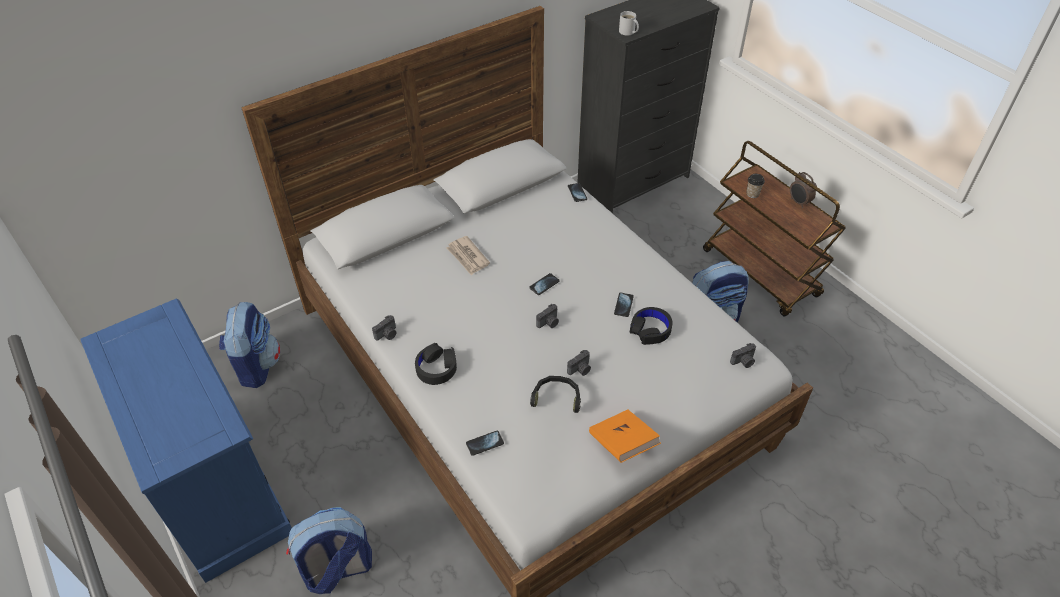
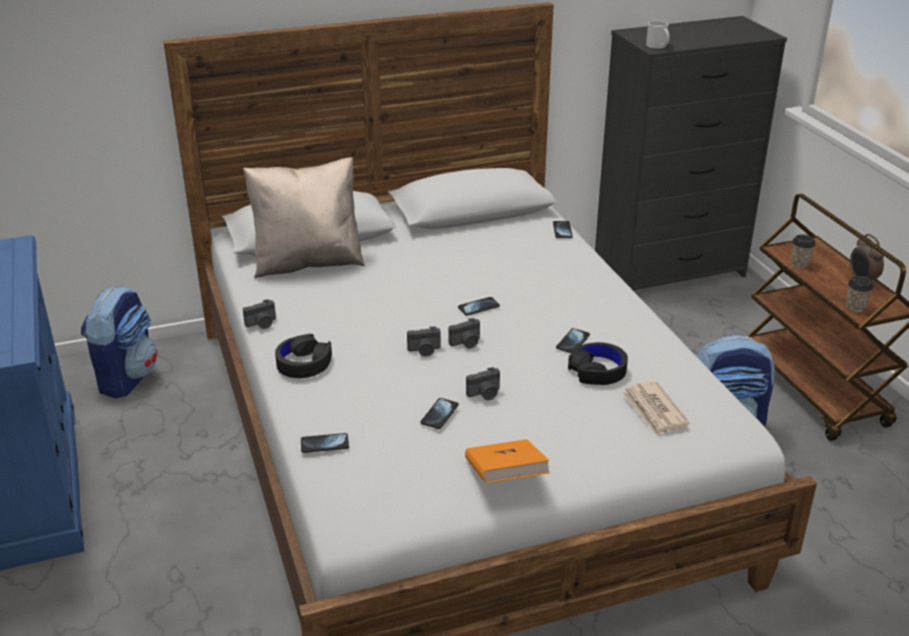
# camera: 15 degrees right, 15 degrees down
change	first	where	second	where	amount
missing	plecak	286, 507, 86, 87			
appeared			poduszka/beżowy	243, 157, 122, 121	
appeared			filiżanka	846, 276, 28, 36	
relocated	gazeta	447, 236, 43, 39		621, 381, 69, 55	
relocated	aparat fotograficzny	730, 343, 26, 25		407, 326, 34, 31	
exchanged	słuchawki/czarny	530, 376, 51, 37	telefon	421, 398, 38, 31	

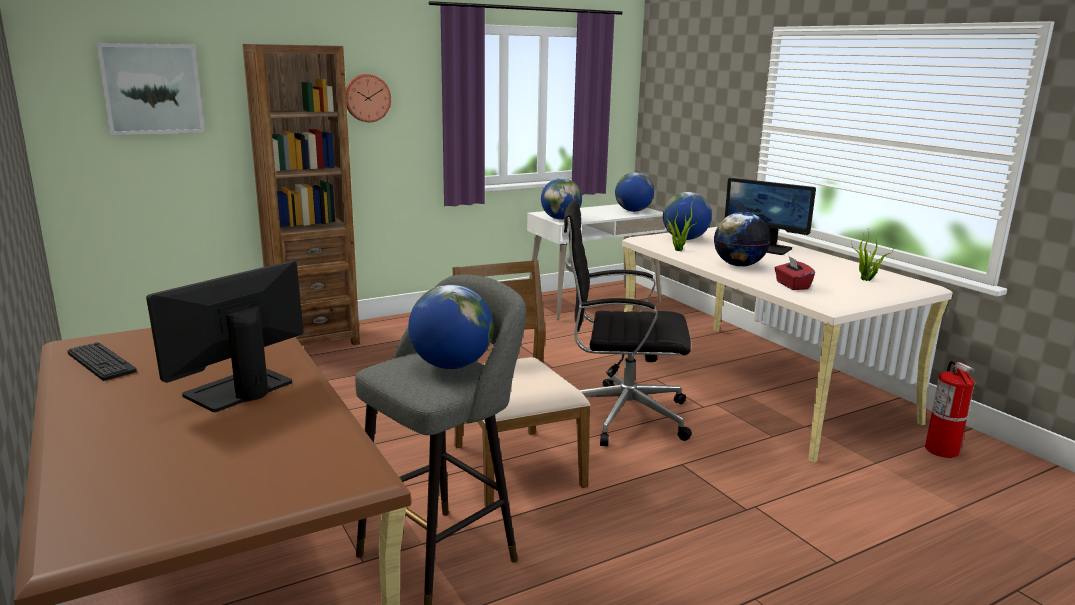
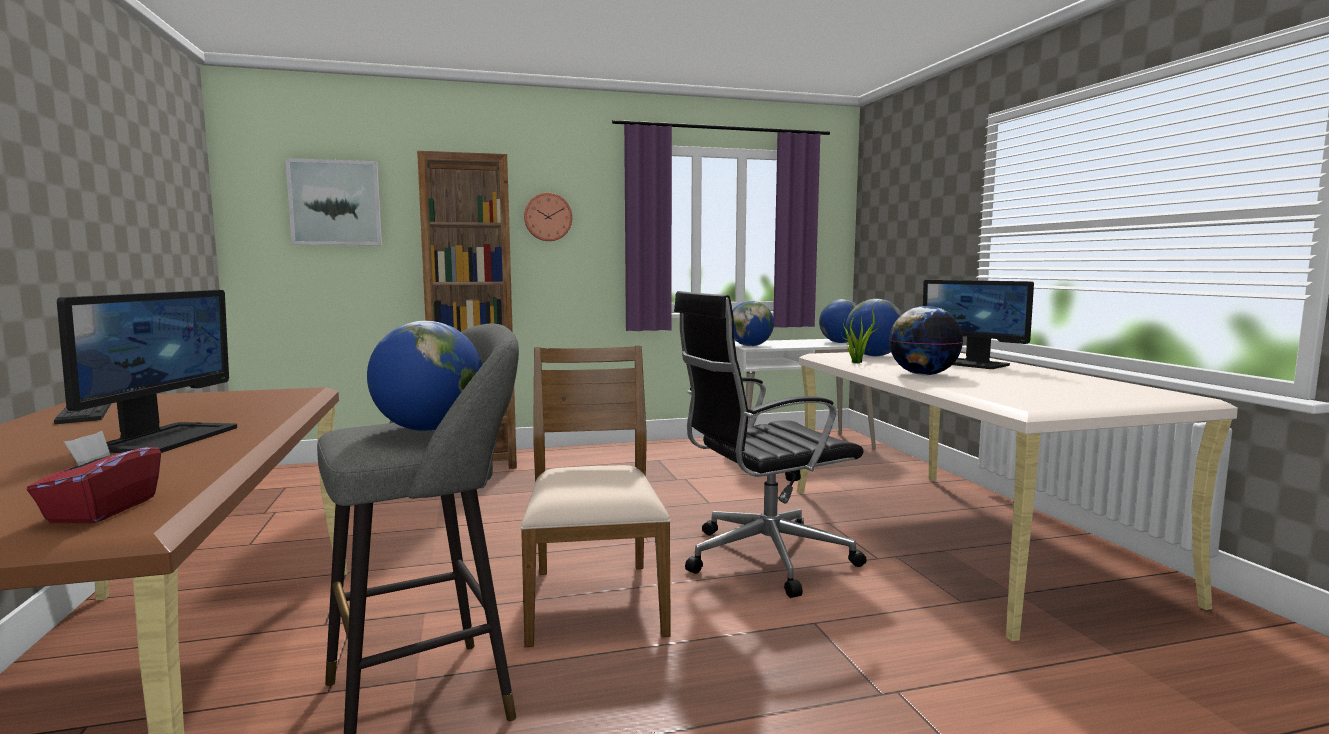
# camera: 15 degrees right, 10 degrees down
change	first	where	second	where	amount
missing	roślina doniczkowa	852, 229, 41, 52			
missing	gaśnica	925, 361, 50, 97			
relocated	pudełko chusteczek/czerwony	775, 256, 40, 34		27, 431, 134, 92	
spun	monitor	146, 261, 158, 151		57, 290, 180, 163	135 degrees clockwise
spun	krzesło biurowe/czarny	564, 199, 128, 247		674, 291, 193, 307	45 degrees counterclockwise

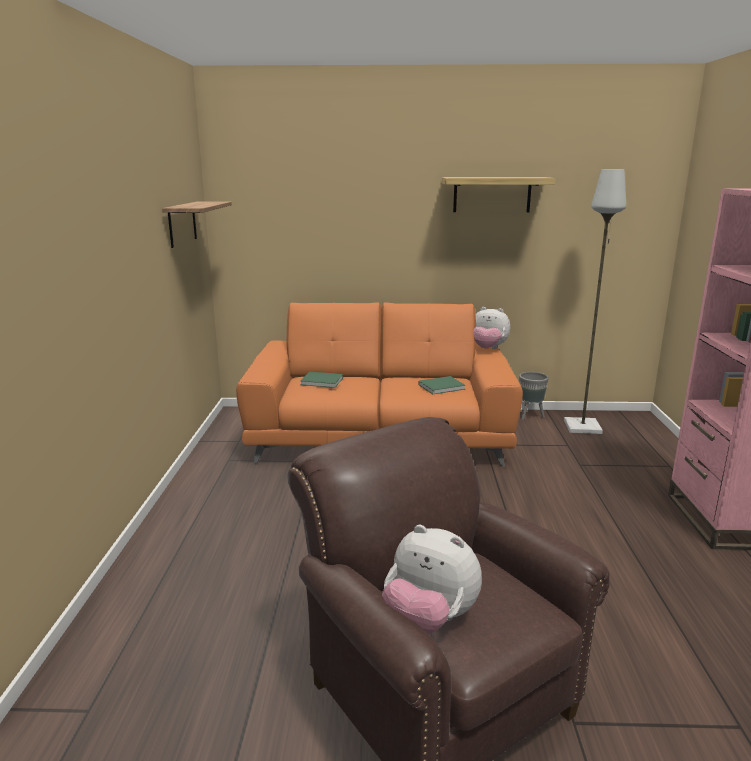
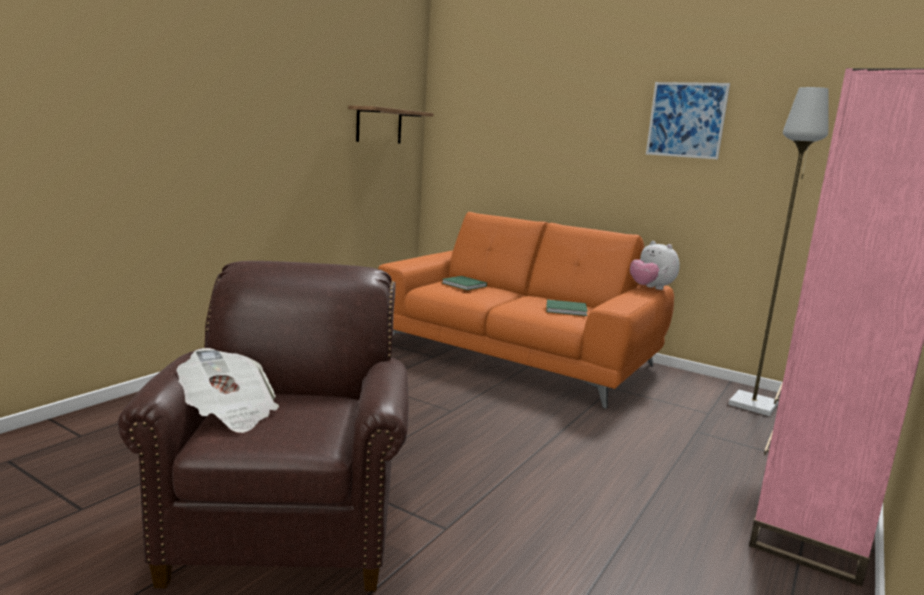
# camera: 30 degrees right, 5 degrees down
change	first	where	second	where	amount
missing	donica/szary	519, 372, 30, 48			
exchanged	pluszak	382, 525, 100, 109	gazeta	176, 348, 103, 85	
exchanged	półka	442, 177, 113, 35	obraz	646, 82, 84, 78	

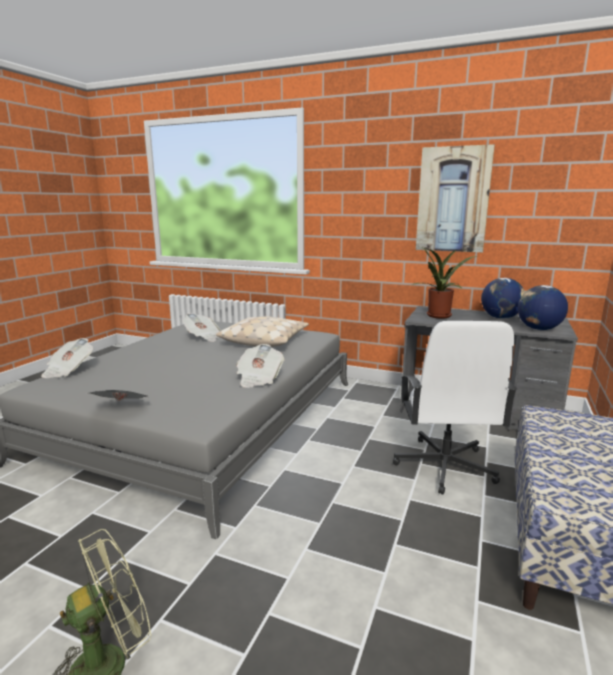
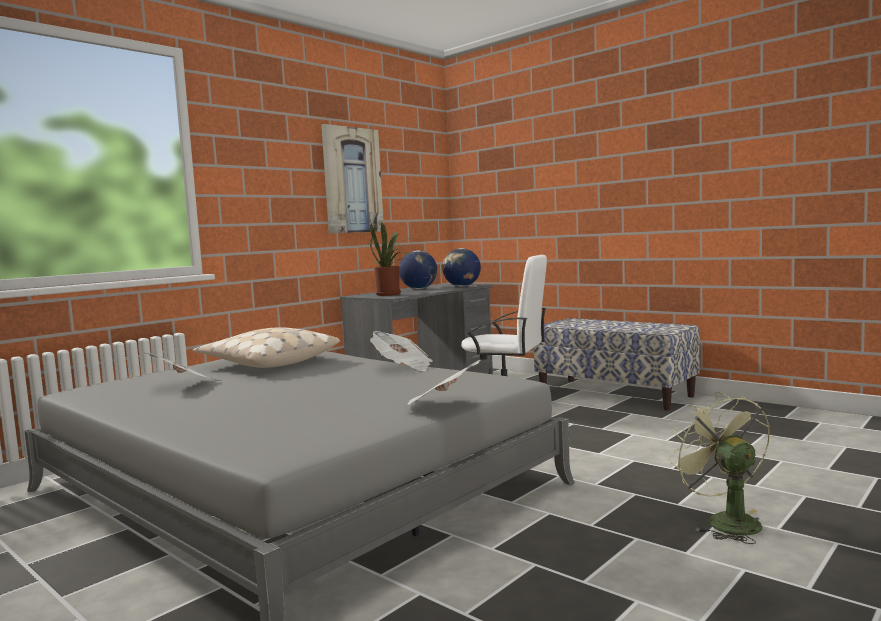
# camera: 70 degrees left, 10 degrees down
change	first	where	second	where	amount
missing	gazeta	41, 338, 52, 40			

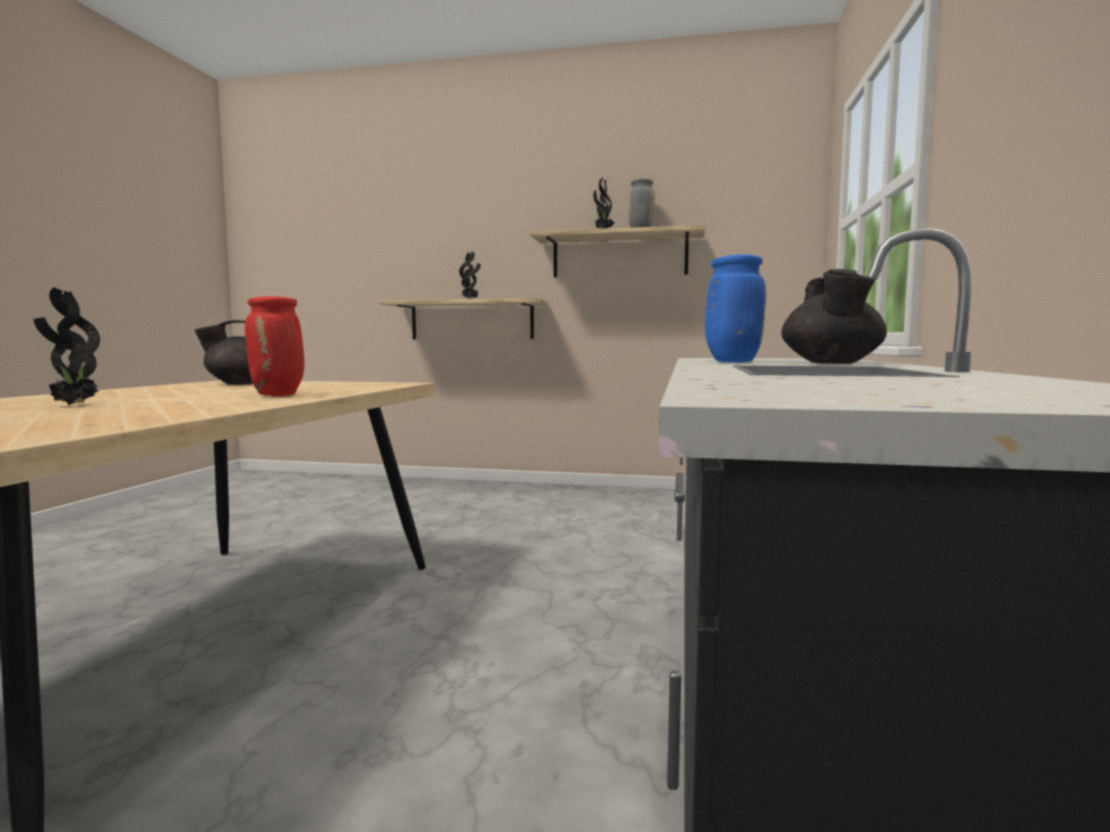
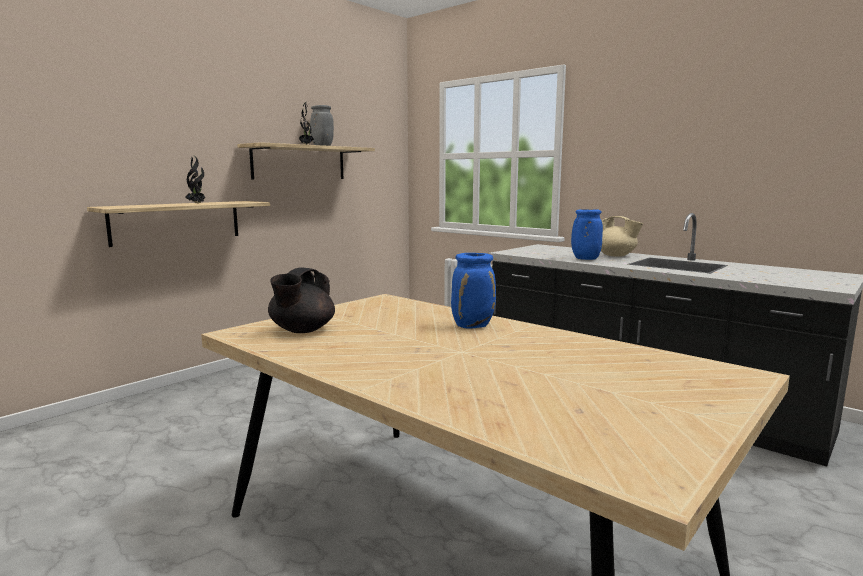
# camera: 60 degrees left, 5 degrees up
change	first	where	second	where	amount
missing	roślina doniczkowa	34, 287, 66, 118			
colour	wazon/czerwony	245, 296, 59, 100	wazon/niebieski	451, 253, 45, 75	
colour	imbryk/czarny	781, 269, 106, 95	imbryk/beżowy	601, 216, 42, 41	

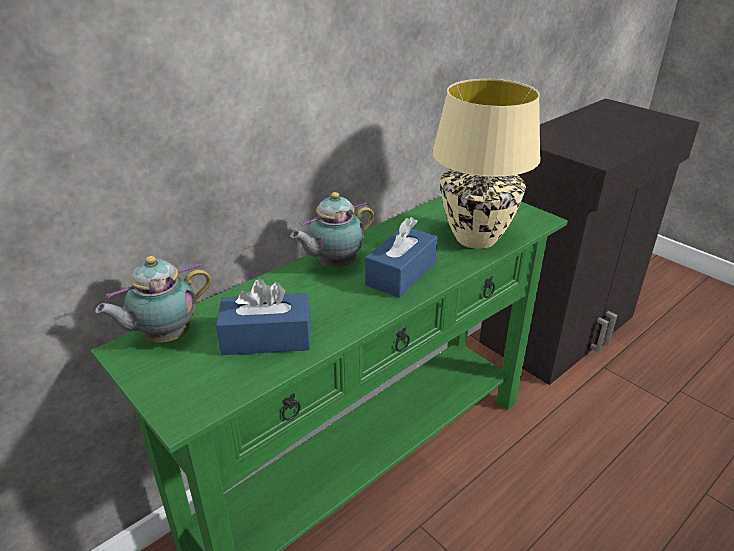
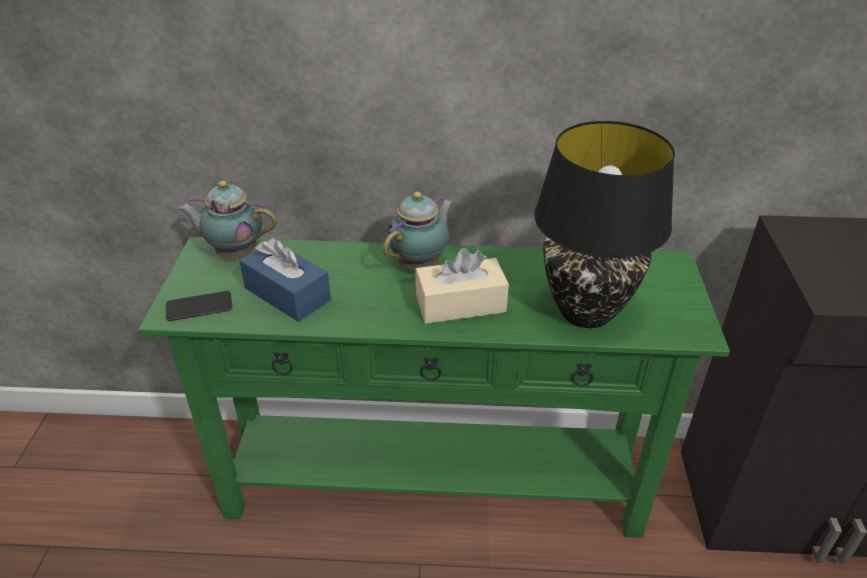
# camera: 45 degrees right, 5 degrees up
change	first	where	second	where	amount
appeared			telefon	166, 291, 66, 30	
colour	pudełko chusteczek/niebieski	365, 217, 73, 81	pudełko chusteczek/beżowy	415, 248, 94, 76	
colour	lampa stołowa/beżowy	432, 79, 109, 170	lampa stołowa/czarny	534, 121, 141, 207	
spun	imbryk	291, 192, 83, 75		383, 192, 71, 78	120 degrees clockwise

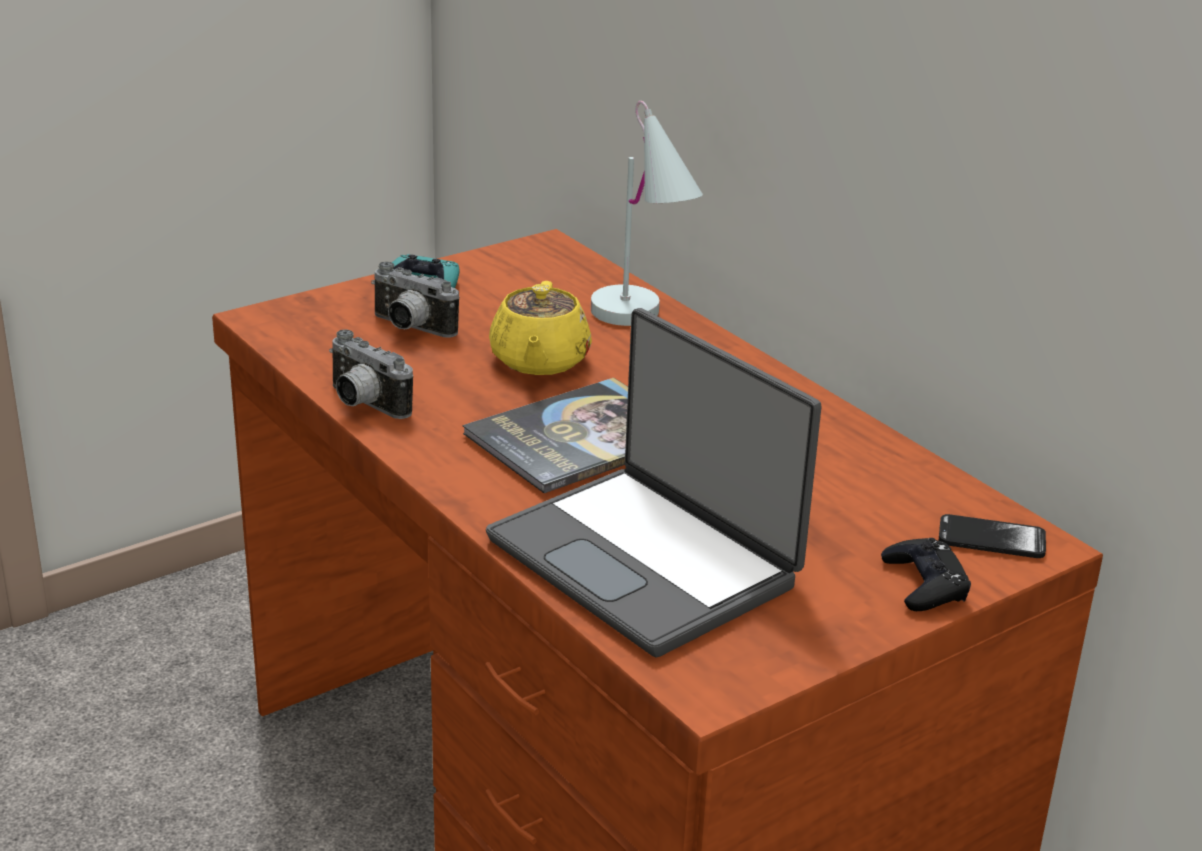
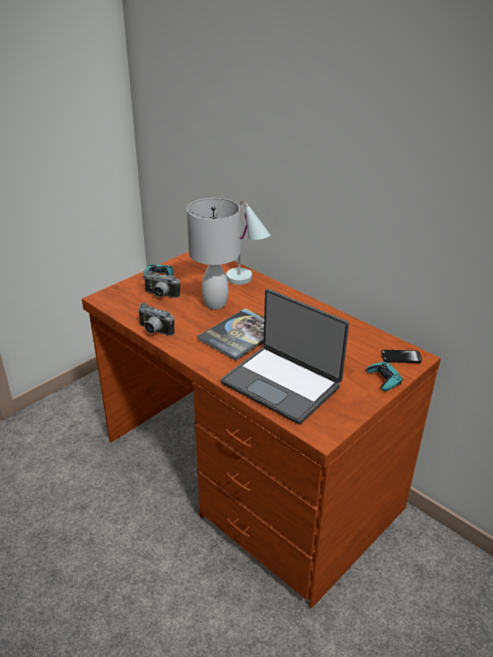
# camera: 10 degrees left, 5 degrees up
change	first	where	second	where	amount
exchanged	imbryk/żółty	489, 281, 103, 94	lampa stołowa/biały	187, 198, 53, 112	
colour	pad do gier/czarny	881, 538, 90, 73	pad do gier/turkusowy	366, 362, 37, 29	

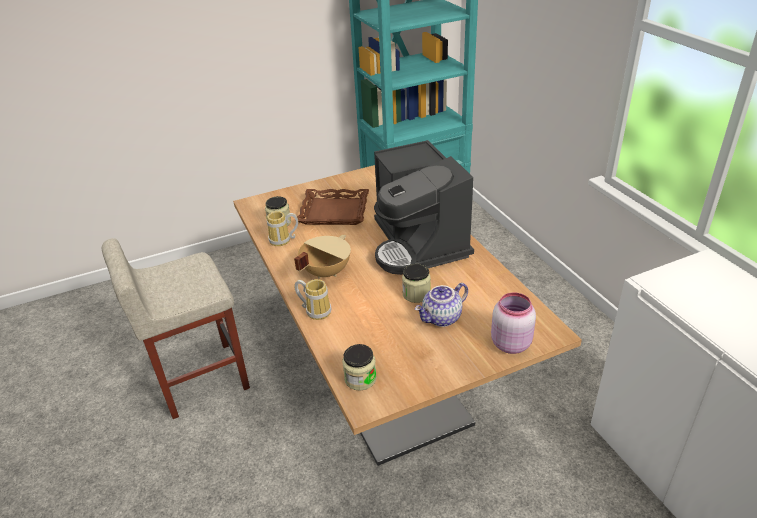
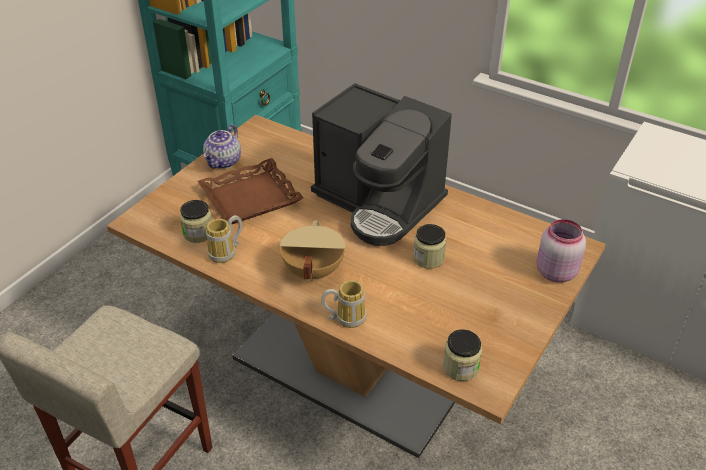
# camera: 35 degrees left, 5 degrees up
change	first	where	second	where	amount
relocated	imbryk	415, 283, 53, 44		203, 124, 38, 45	

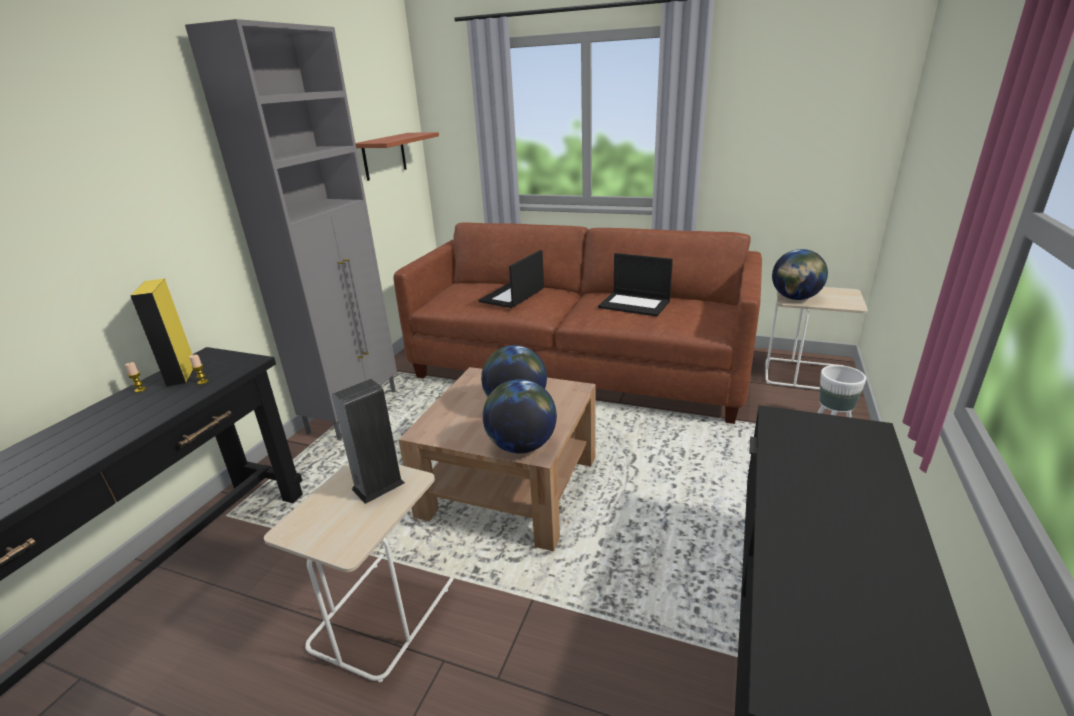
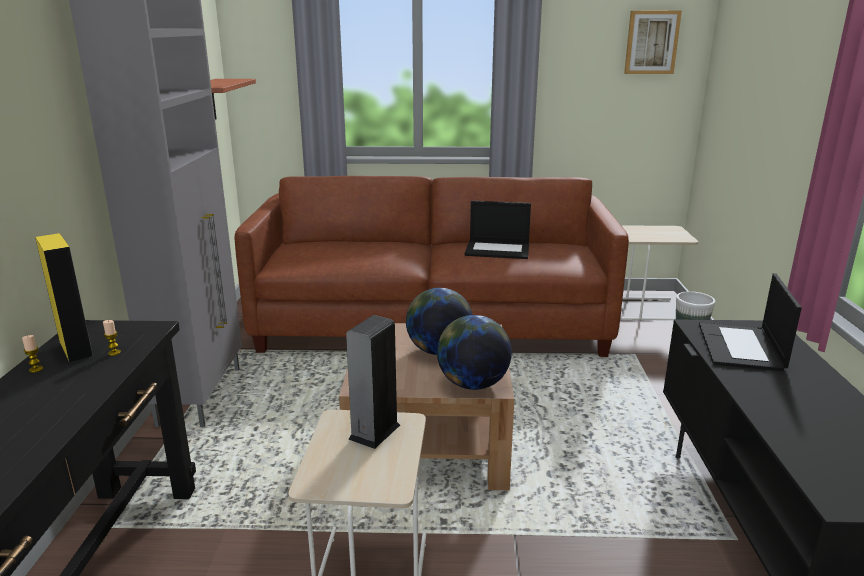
# camera: 20 degrees left, 5 degrees down
change	first	where	second	where	amount
missing	globus	772, 249, 56, 51			
appeared			obraz	624, 11, 58, 63	
relocated	laptop	478, 250, 66, 58		699, 273, 103, 98	

